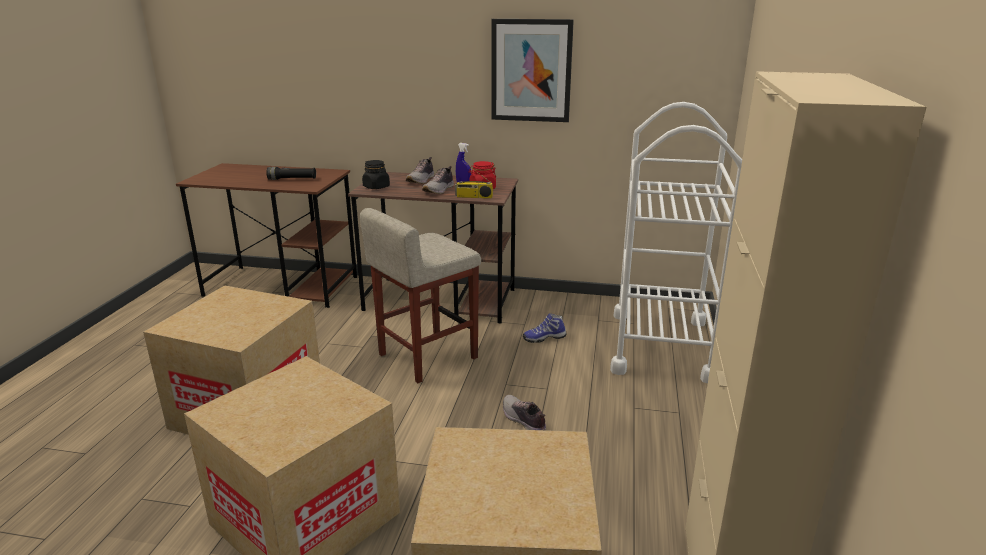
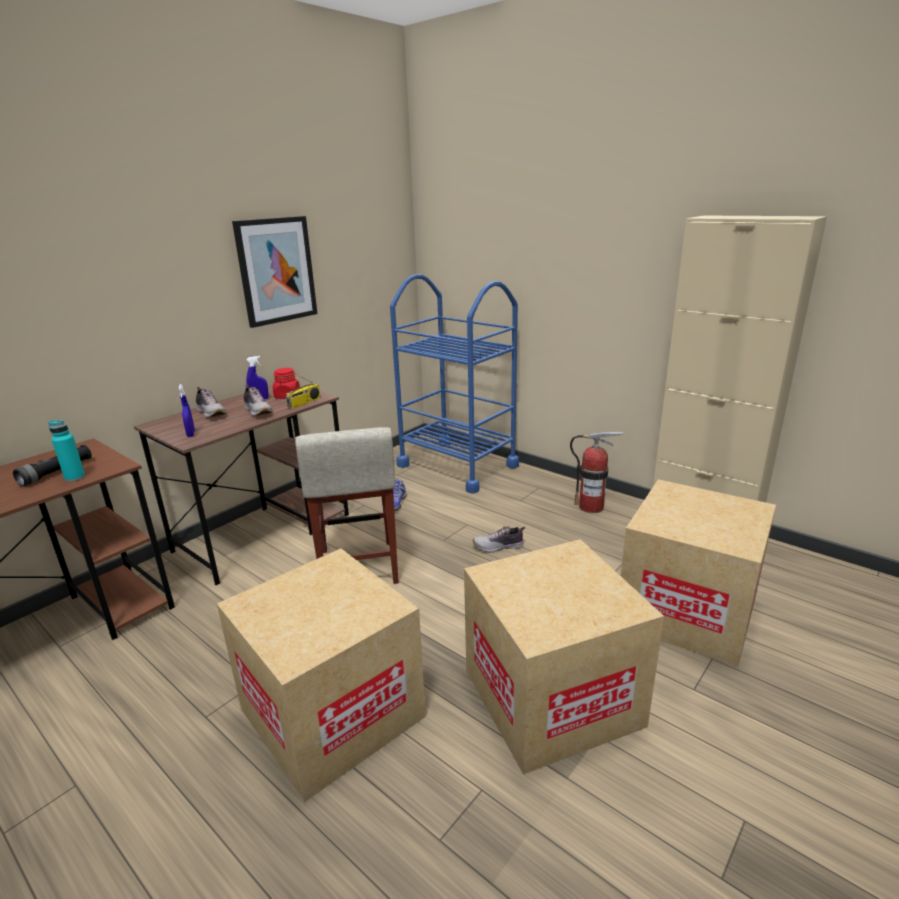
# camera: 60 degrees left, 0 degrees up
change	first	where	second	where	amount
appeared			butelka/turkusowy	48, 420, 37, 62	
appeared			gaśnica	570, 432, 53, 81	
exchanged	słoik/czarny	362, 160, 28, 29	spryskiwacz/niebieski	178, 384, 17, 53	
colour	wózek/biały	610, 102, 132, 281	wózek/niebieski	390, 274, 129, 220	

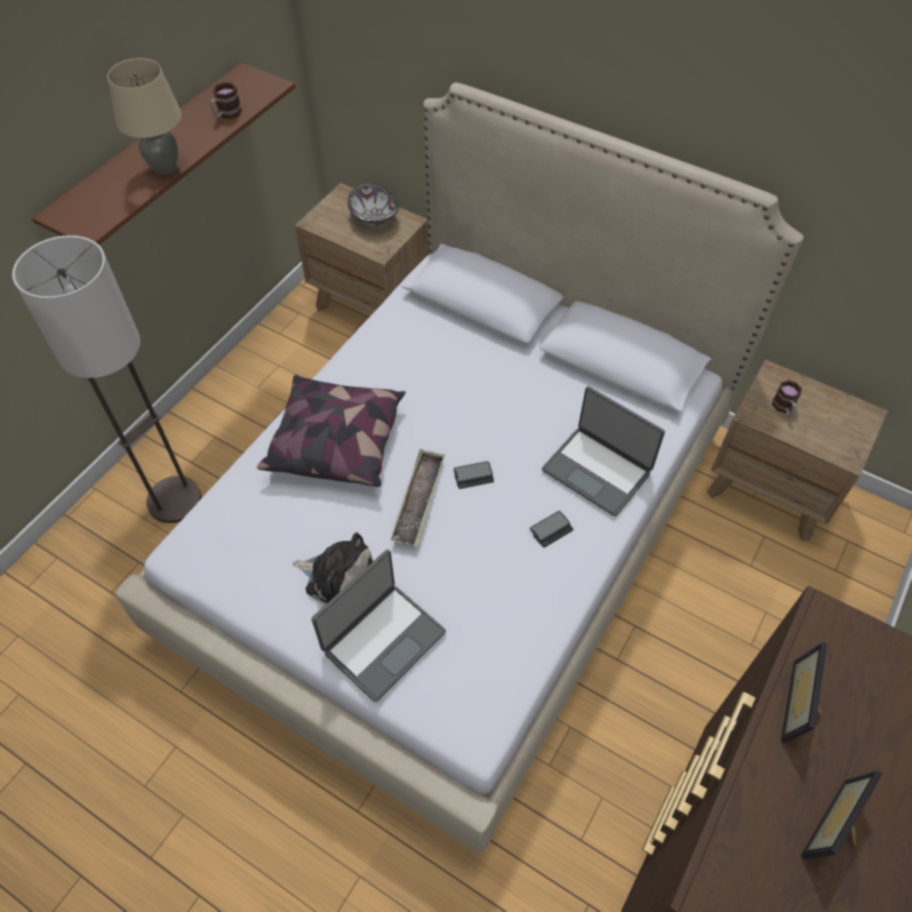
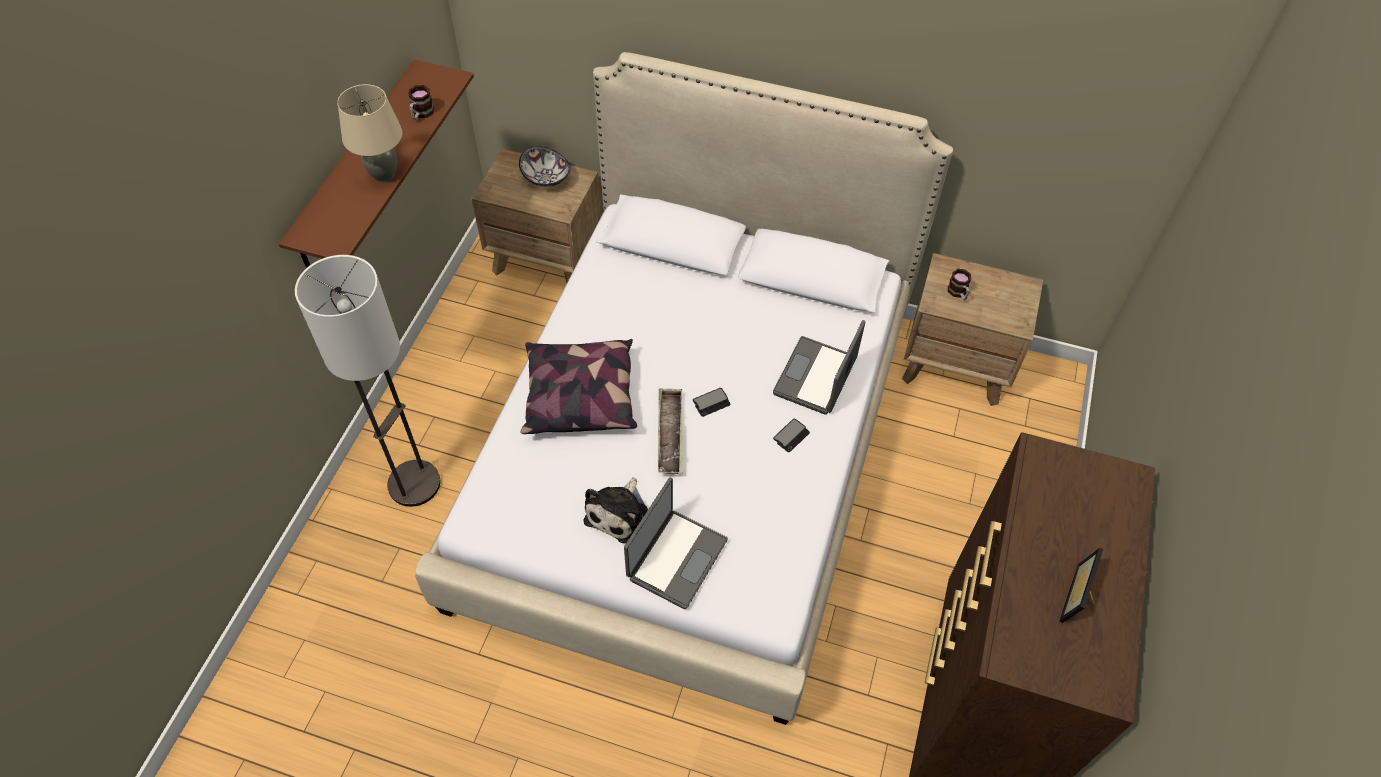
# camera: 15 degrees left, 0 degrees up
change	first	where	second	where	amount
missing	ramka na zdjęcie	781, 642, 46, 101			
spun	pluszak	292, 532, 81, 73		584, 477, 64, 66	105 degrees clockwise
spun	laptop	542, 386, 123, 131		773, 320, 92, 95	90 degrees clockwise

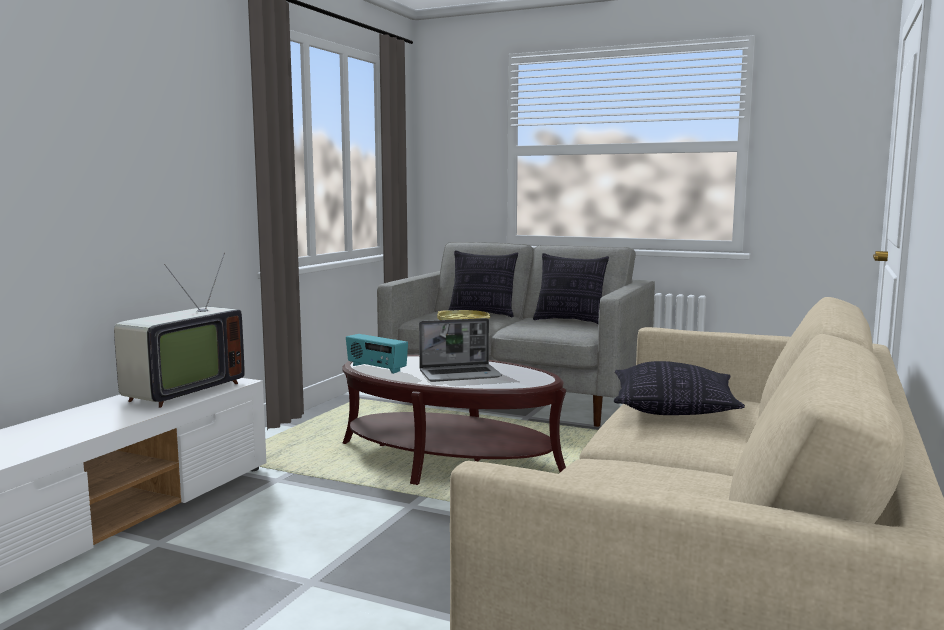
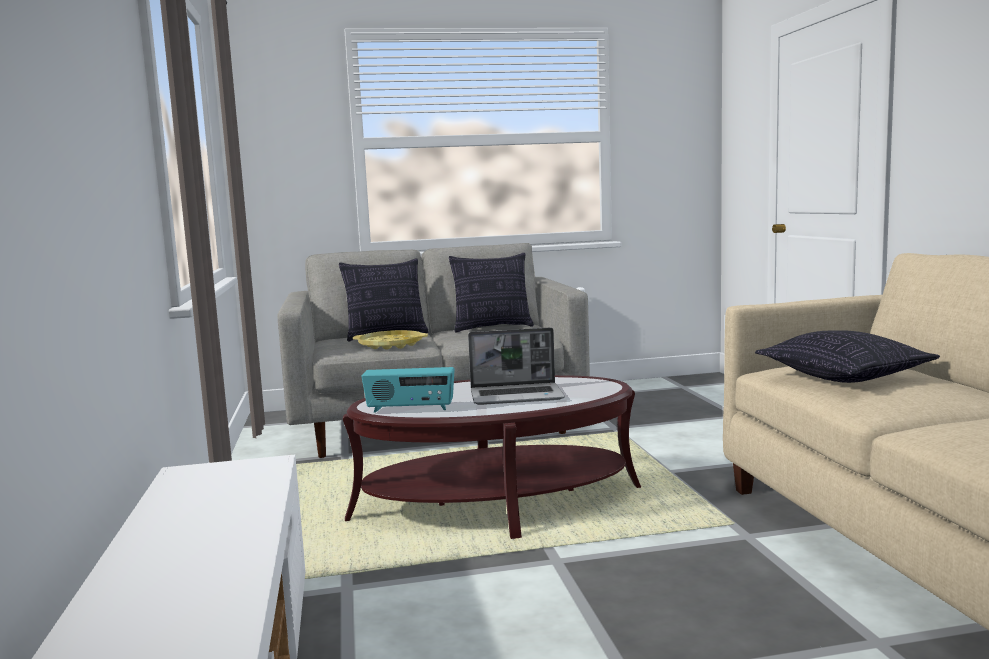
# camera: 35 degrees left, 0 degrees up
change	first	where	second	where	amount
missing	telewizor	114, 253, 131, 155			
spun	laptop	419, 318, 83, 64		468, 327, 97, 78	45 degrees clockwise

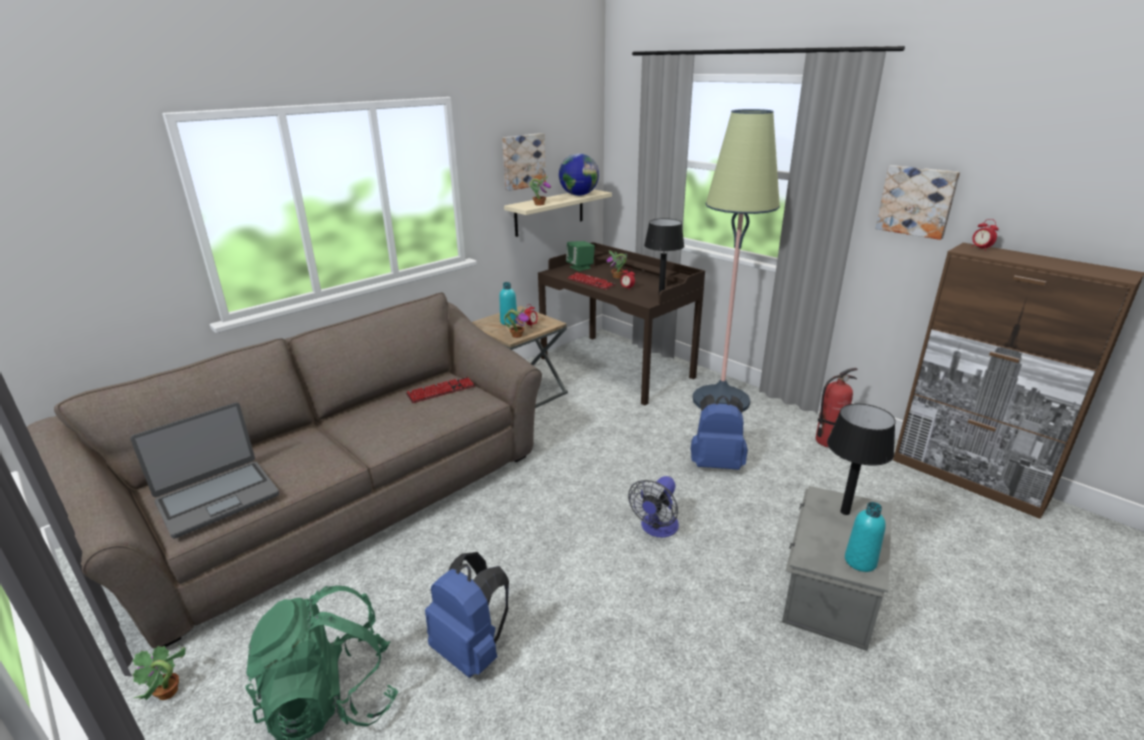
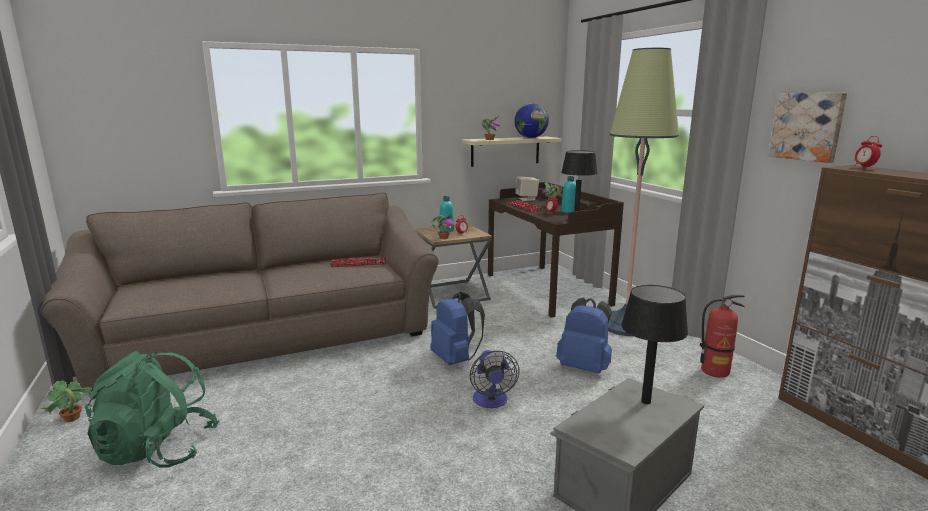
# camera: 20 degrees right, 10 degrees down
change	first	where	second	where	amount
missing	laptop	130, 402, 149, 136			
missing	obraz	502, 133, 44, 58			
relocated	plecak/niebieski	425, 552, 84, 126		430, 292, 55, 73	
relocated	butelka/turkusowy	845, 502, 41, 70		561, 176, 15, 37	
colour	głośnik/zielony	566, 241, 29, 30	głośnik/beżowy	515, 176, 24, 25	
spun	wentylator	628, 476, 51, 62		470, 350, 50, 58	60 degrees counterclockwise

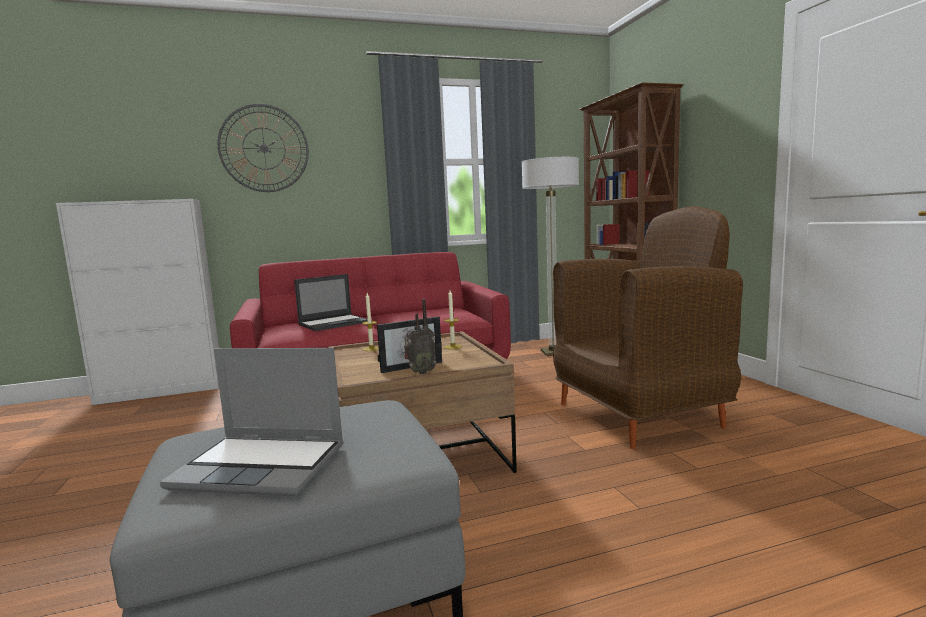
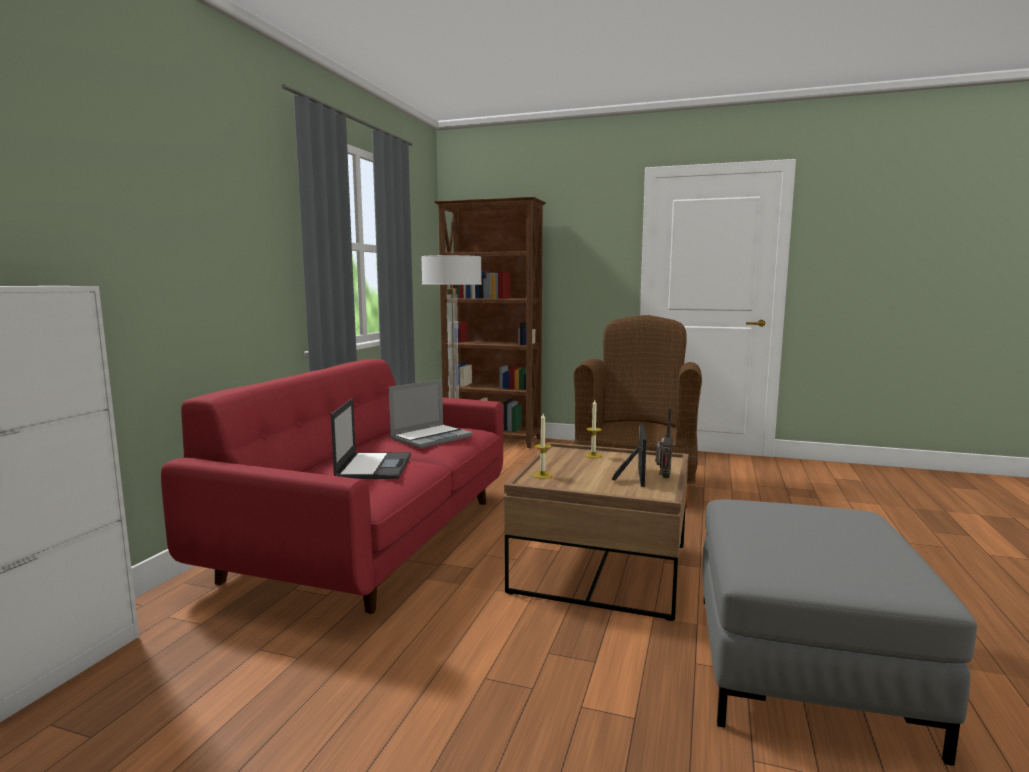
# camera: 55 degrees left, 0 degrees up
change	first	where	second	where	amount
missing	zegar ścienny	218, 104, 91, 88			
relocated	laptop	160, 348, 184, 148		389, 379, 84, 69	

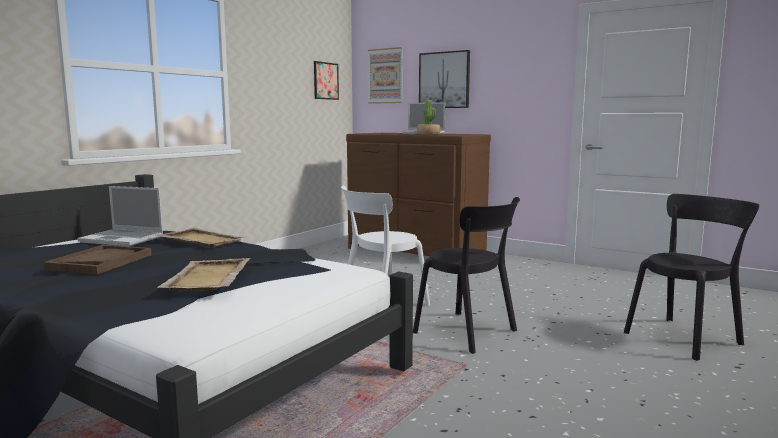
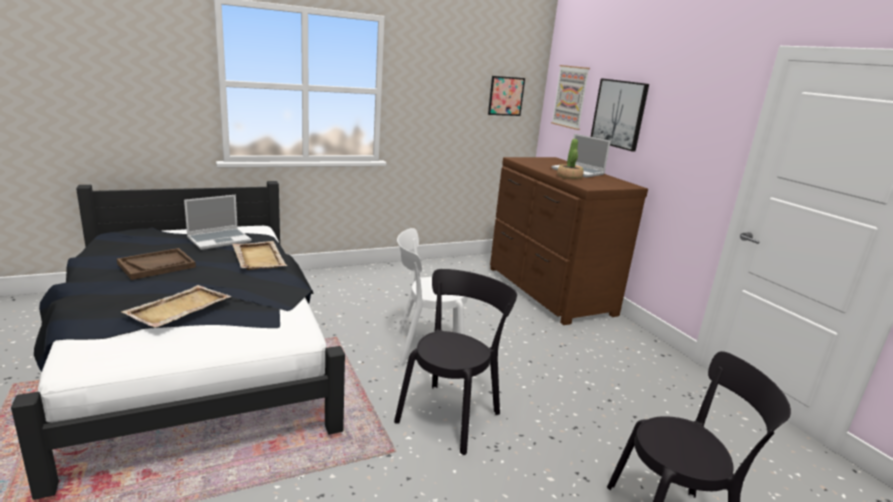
# camera: 30 degrees right, 10 degrees up
change	first	where	second	where	amount
spun	laptop	77, 186, 86, 60		184, 195, 68, 55	90 degrees counterclockwise
spun	krzesło/czarny	413, 197, 107, 157		394, 269, 123, 186	135 degrees counterclockwise

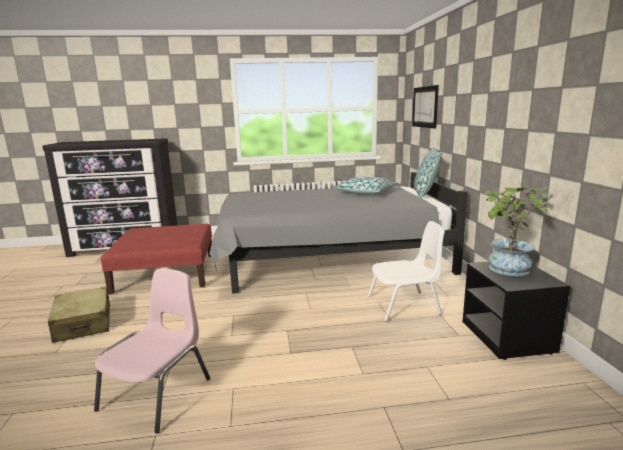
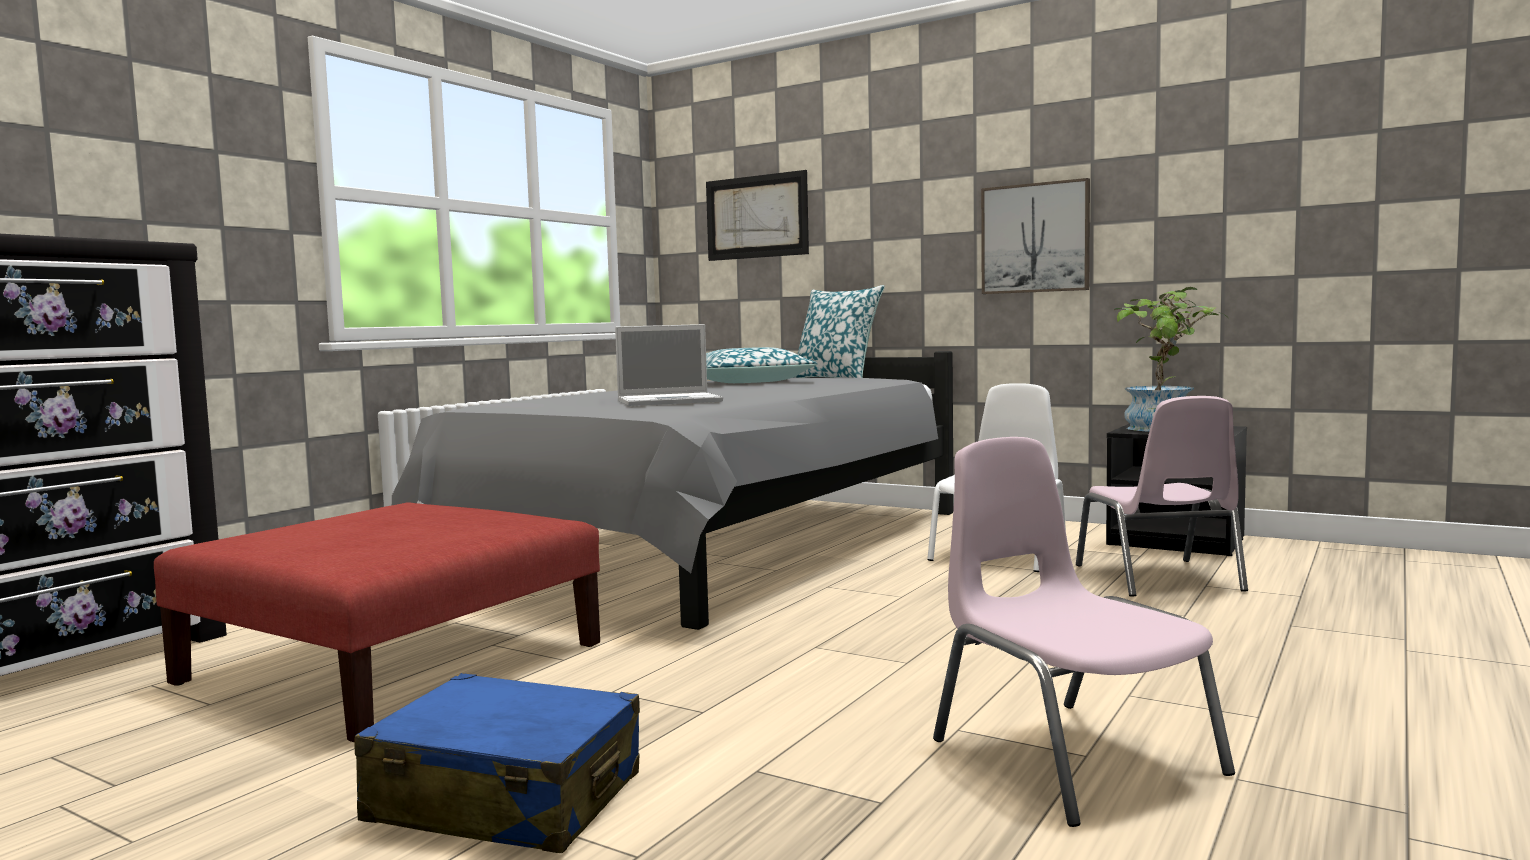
# camera: 50 degrees left, 10 degrees down
change	first	where	second	where	amount
appeared			laptop	615, 324, 108, 82	
appeared			obraz	981, 178, 109, 116	
appeared			krzesło/różowy	1076, 396, 172, 201	
colour	walizka/beżowy	48, 287, 62, 56	walizka/niebieski	354, 673, 286, 180	

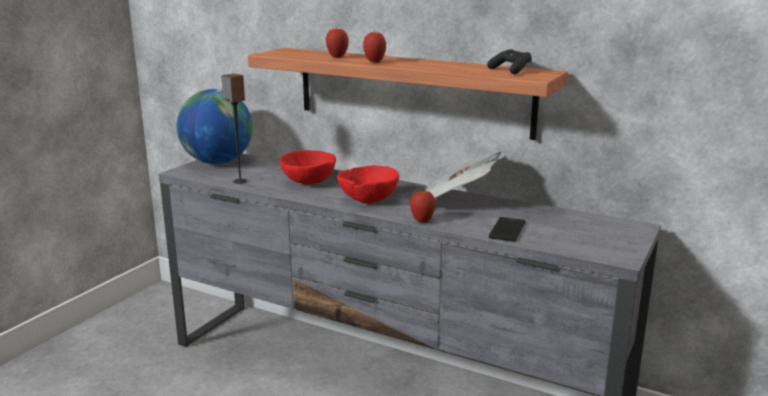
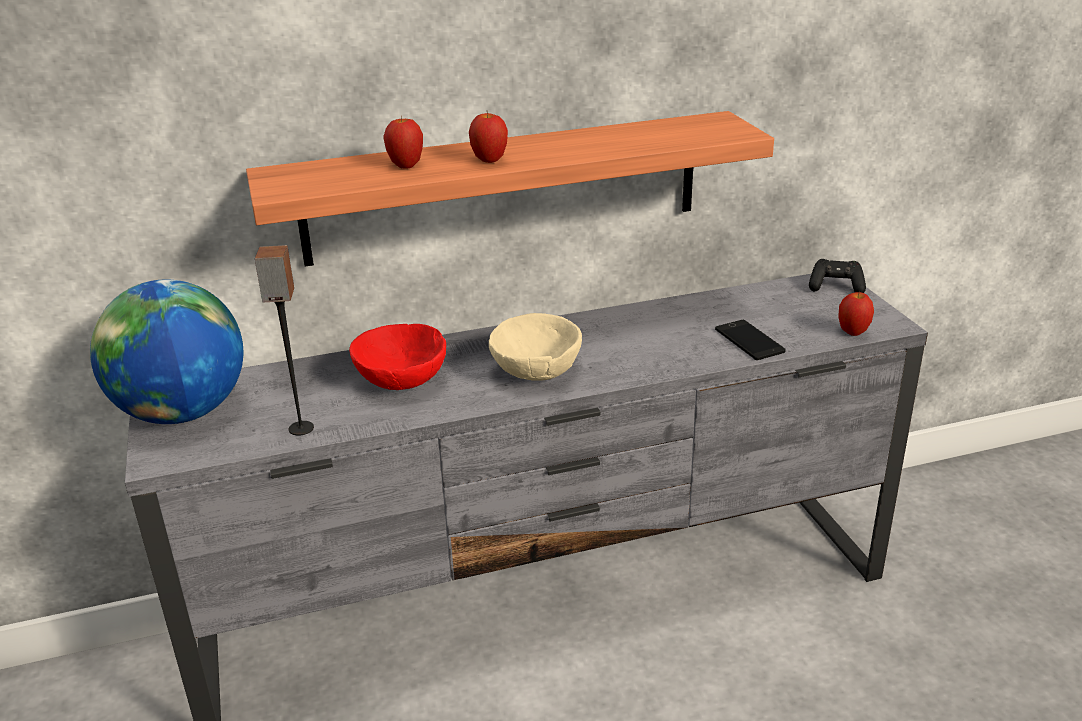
# camera: 45 degrees left, 10 degrees up
change	first	where	second	where	amount
missing	gazeta	411, 151, 94, 47			
relocated	jabłko	410, 189, 26, 34		838, 291, 36, 45	
relocated	pad do gier/czarny	487, 49, 45, 25		809, 259, 57, 34	
colour	miska/czerwony	337, 165, 62, 38	miska/beżowy	489, 313, 93, 68	

